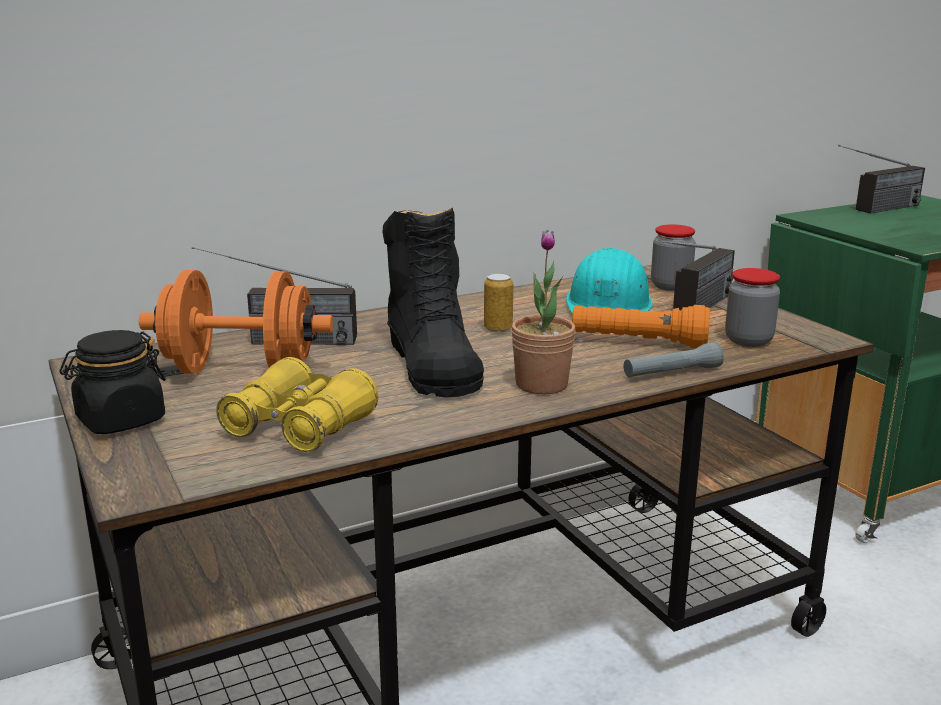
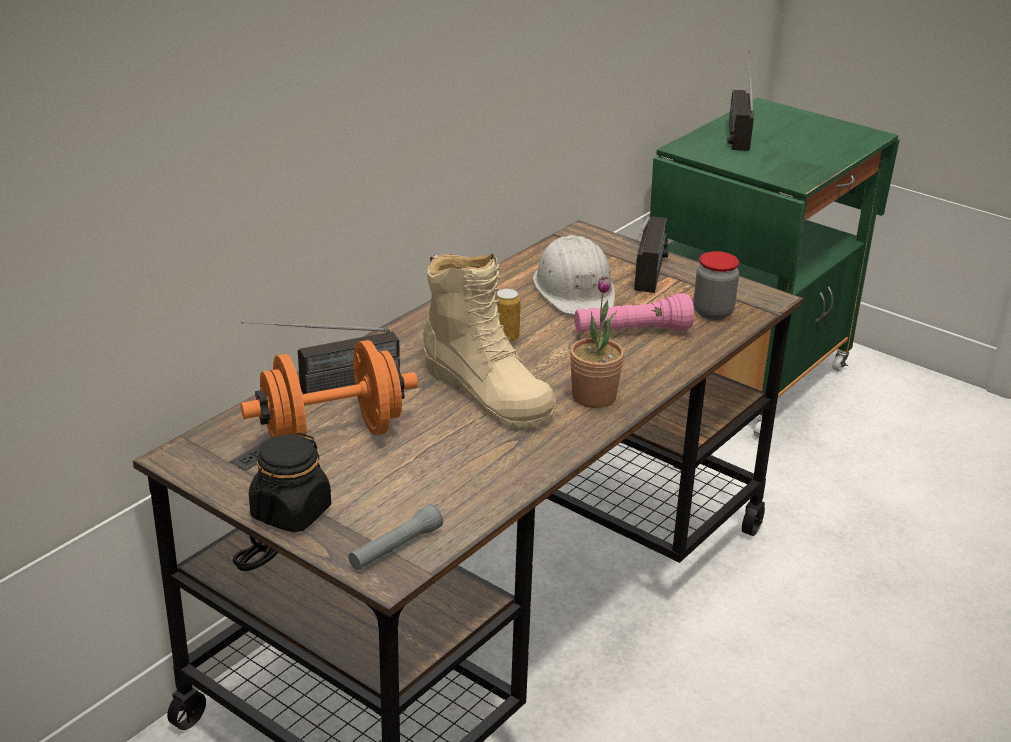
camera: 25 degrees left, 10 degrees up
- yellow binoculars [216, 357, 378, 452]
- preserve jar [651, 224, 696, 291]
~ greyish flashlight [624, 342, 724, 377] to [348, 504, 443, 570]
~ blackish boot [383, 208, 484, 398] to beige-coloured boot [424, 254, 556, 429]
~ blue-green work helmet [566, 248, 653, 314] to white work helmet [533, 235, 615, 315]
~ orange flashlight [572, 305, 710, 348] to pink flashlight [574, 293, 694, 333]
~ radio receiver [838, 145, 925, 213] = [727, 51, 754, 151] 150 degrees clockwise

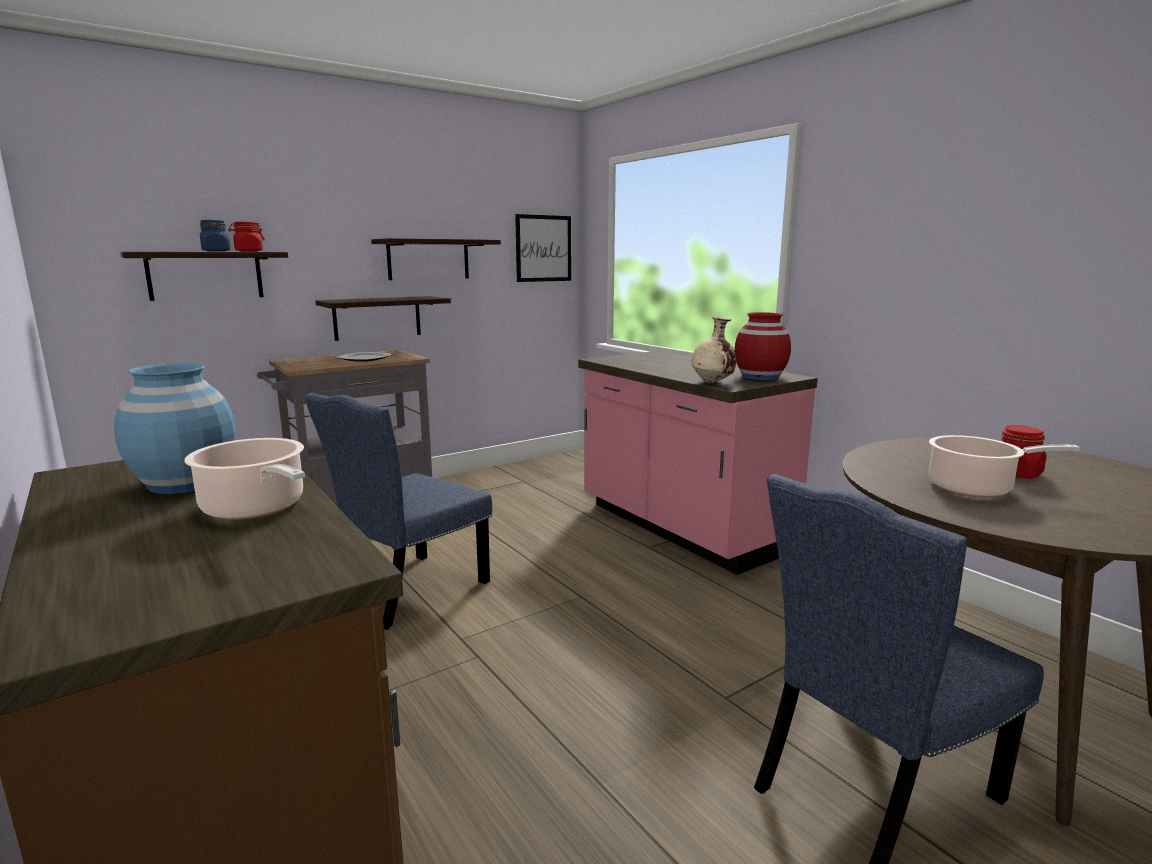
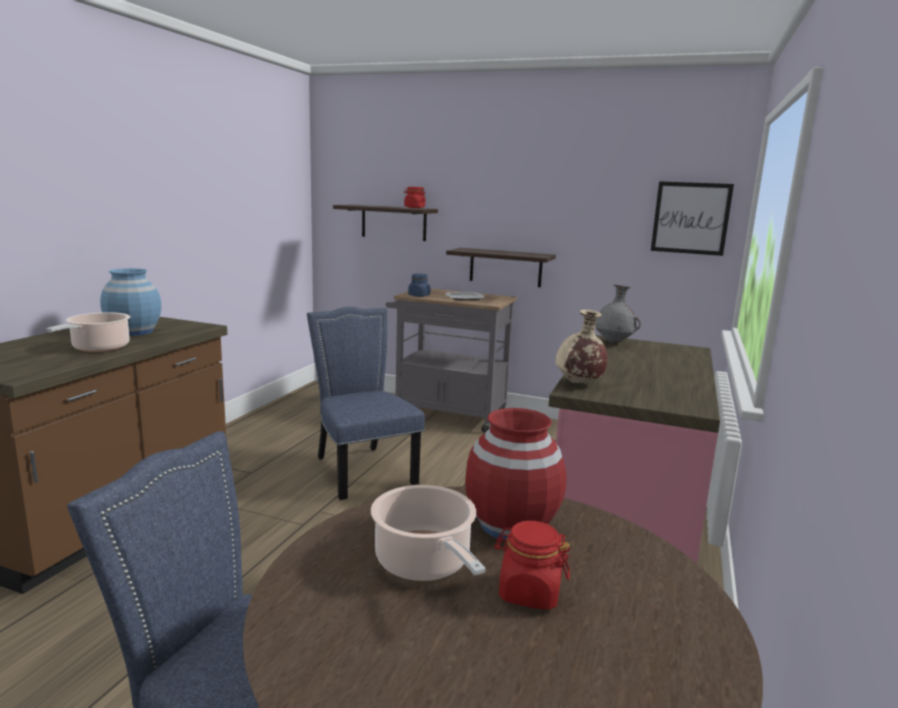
camera: 55 degrees right, 0 degrees up
- shelf [371, 238, 501, 280]
+ greyish decorative vase [595, 284, 641, 344]
~ bluish preserve jar [200, 220, 231, 252] to [408, 273, 430, 297]
~ red-coloured decorative vase [734, 312, 791, 380] to [465, 408, 566, 540]
~ bluish plain chair [305, 393, 493, 630] = [307, 307, 425, 500] 60 degrees clockwise

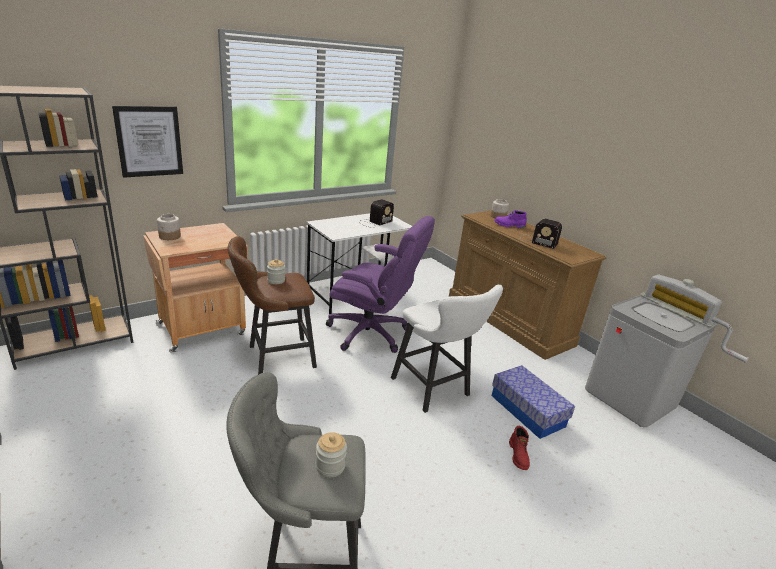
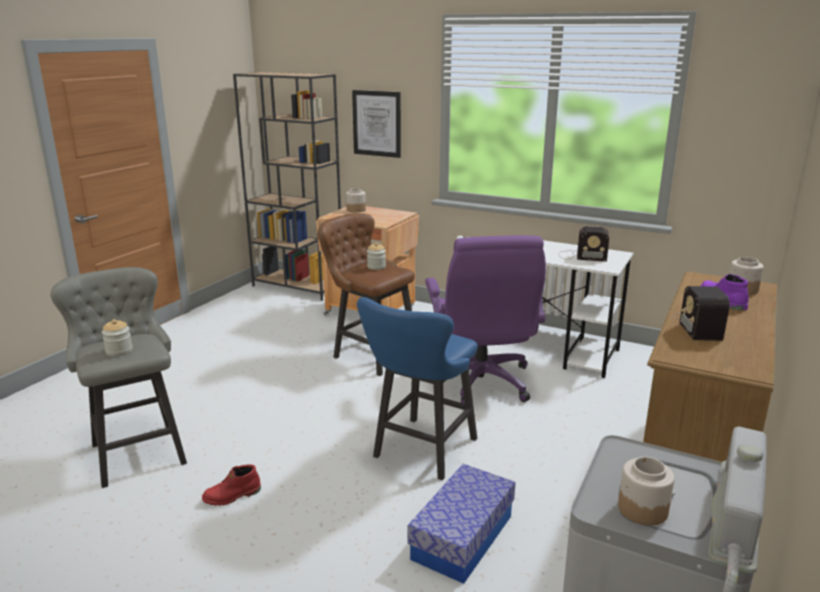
camera: 65 degrees right, 5 degrees down
+ preserve jar [618, 457, 675, 526]
~ red-coloured boot [509, 426, 530, 470] to [202, 464, 261, 506]
~ white stool [391, 285, 503, 413] to bluish stool [357, 297, 478, 480]

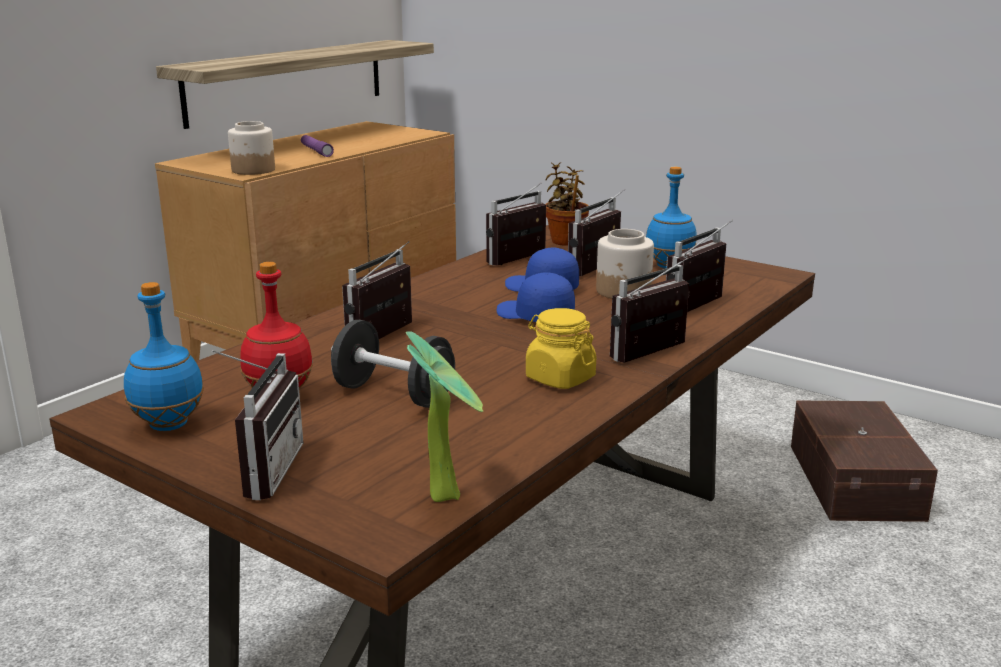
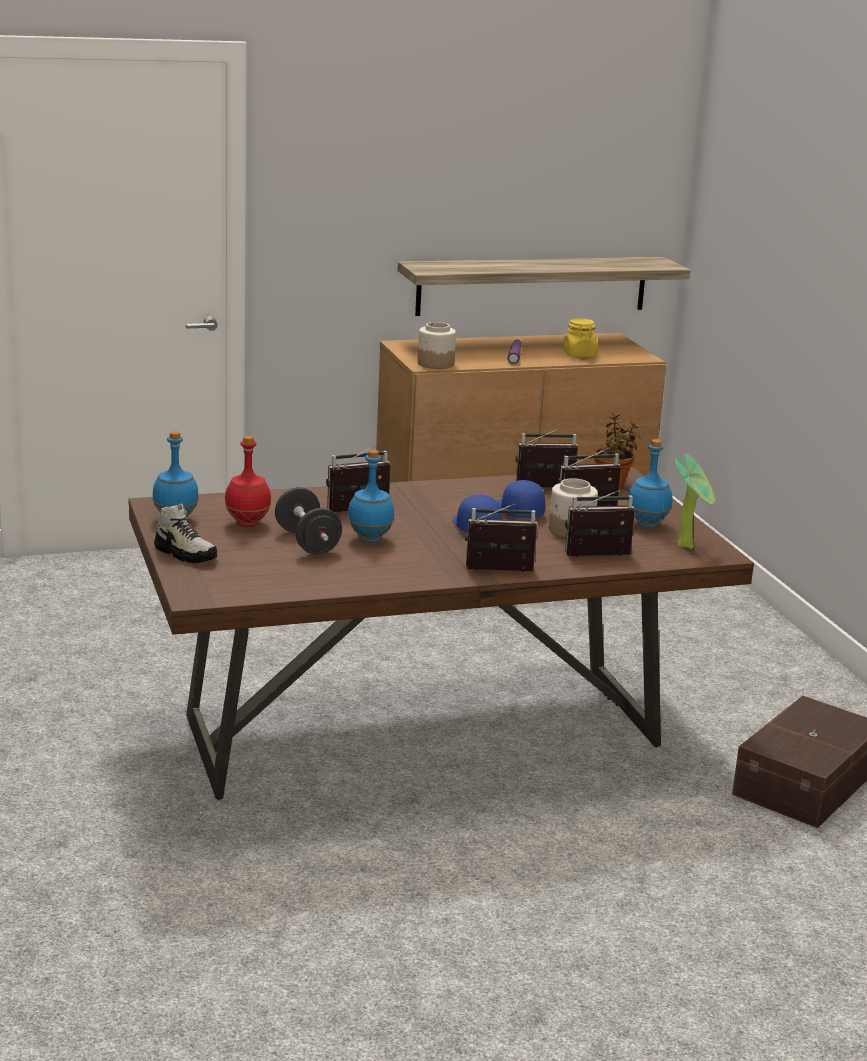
camera: 35 degrees right, 0 degrees up
+ bluish drink bottle [347, 450, 394, 542]
~ houseplant [406, 331, 483, 502] to [675, 454, 715, 549]
~ yellow preserve jar [526, 308, 596, 389] to [563, 318, 598, 358]
~ radio receiver [212, 350, 303, 500] to low shoe [154, 503, 217, 563]

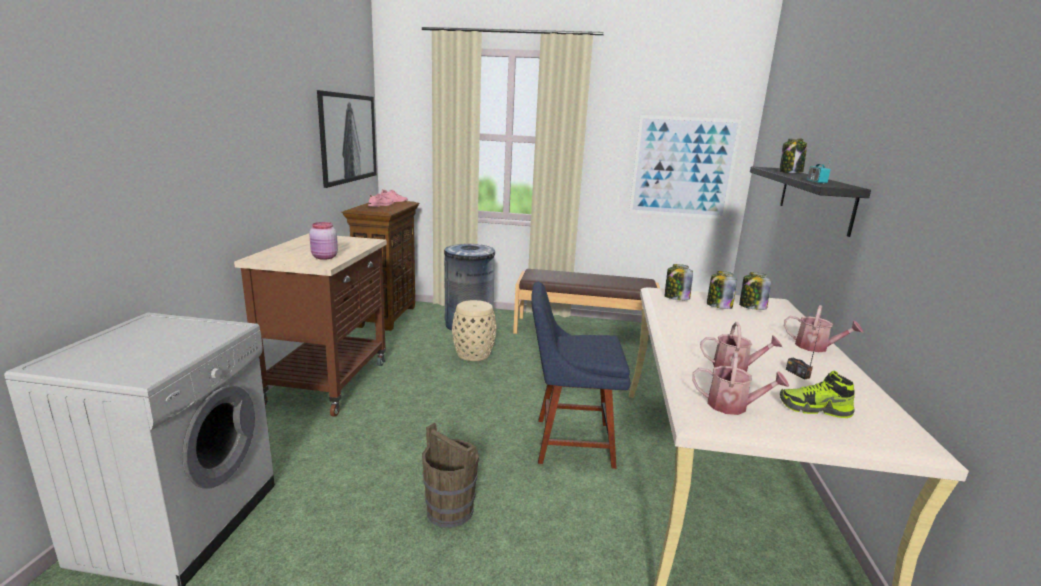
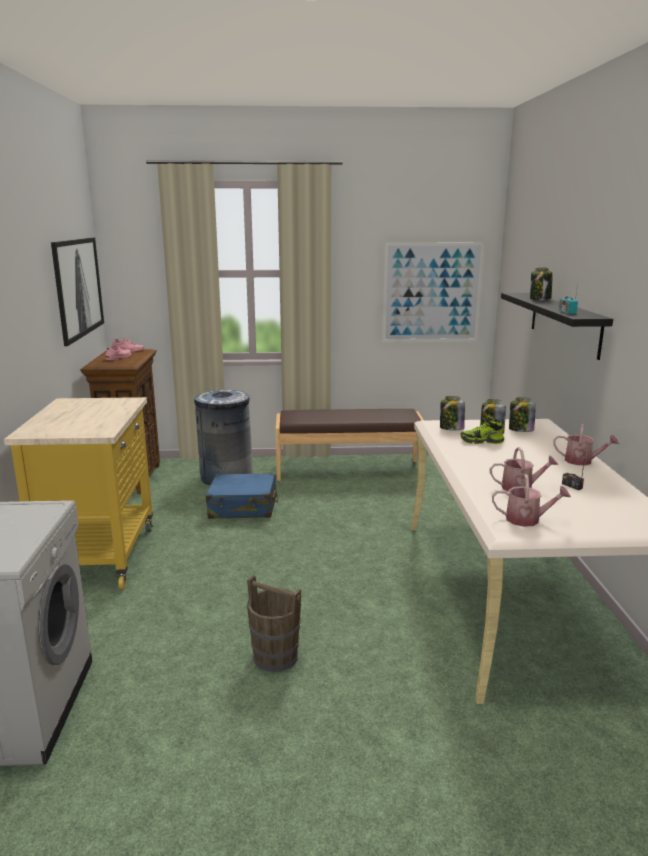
camera: 10 degrees left, 0 degrees up
- pink preserve jar [309, 222, 338, 260]
- bluish plain chair [531, 282, 630, 469]
~ low shoe [780, 371, 855, 418] to [460, 415, 504, 444]
~ beige-coloured stool [452, 300, 496, 361] to bluish suitcase [206, 473, 278, 519]
~ brownish trolley [234, 233, 387, 417] to yellow trolley [4, 397, 153, 589]

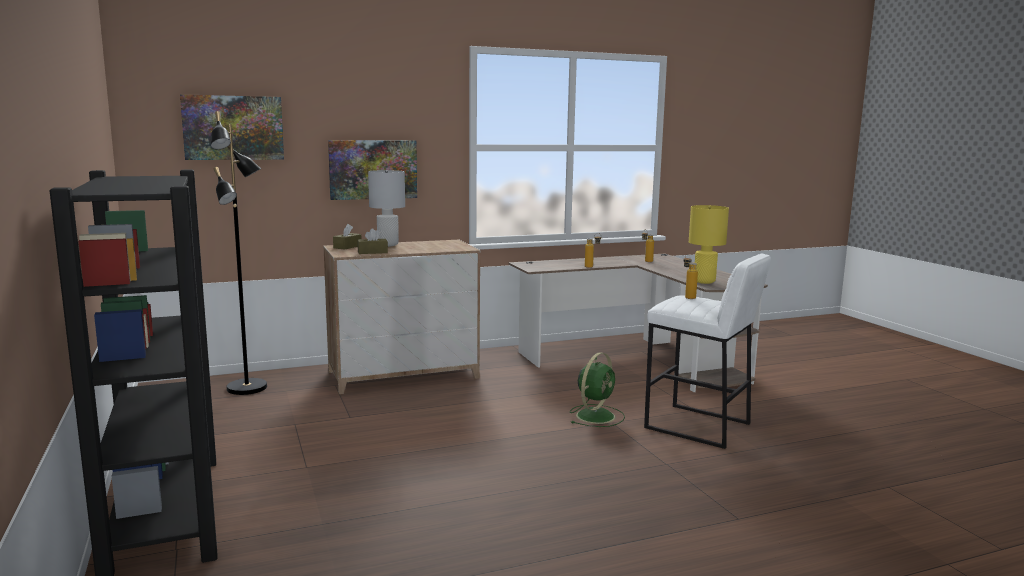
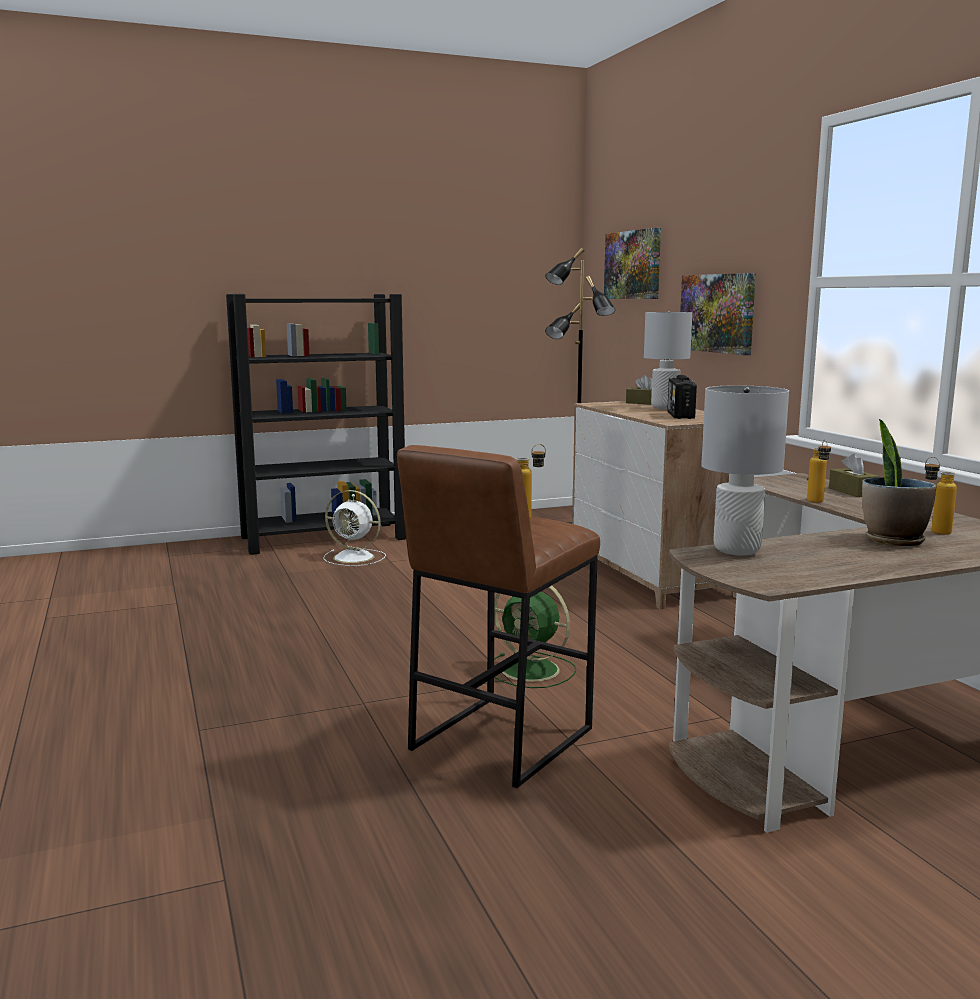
camera: 90 degrees right, 0 degrees up
+ white cooling fan [323, 490, 386, 566]
+ radio receiver [667, 375, 697, 419]
+ houseplant [862, 419, 936, 546]
~ brownish tissue holder [357, 228, 388, 254] to [829, 454, 880, 497]
~ white stool [644, 253, 771, 449] to brownish stool [397, 445, 600, 788]
~ yellow table lamp [689, 205, 729, 284] to greyish table lamp [701, 385, 789, 555]

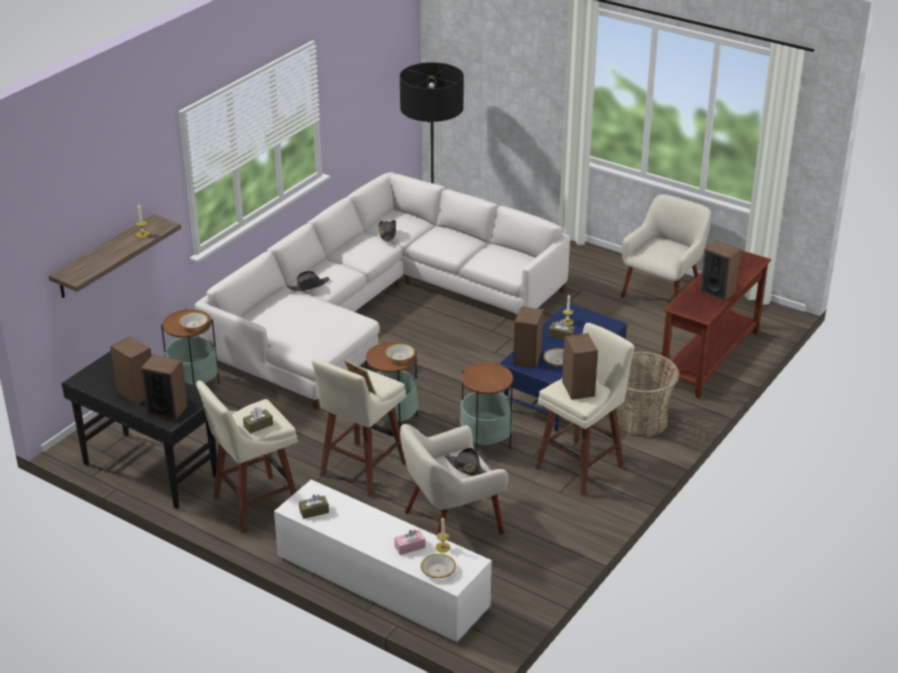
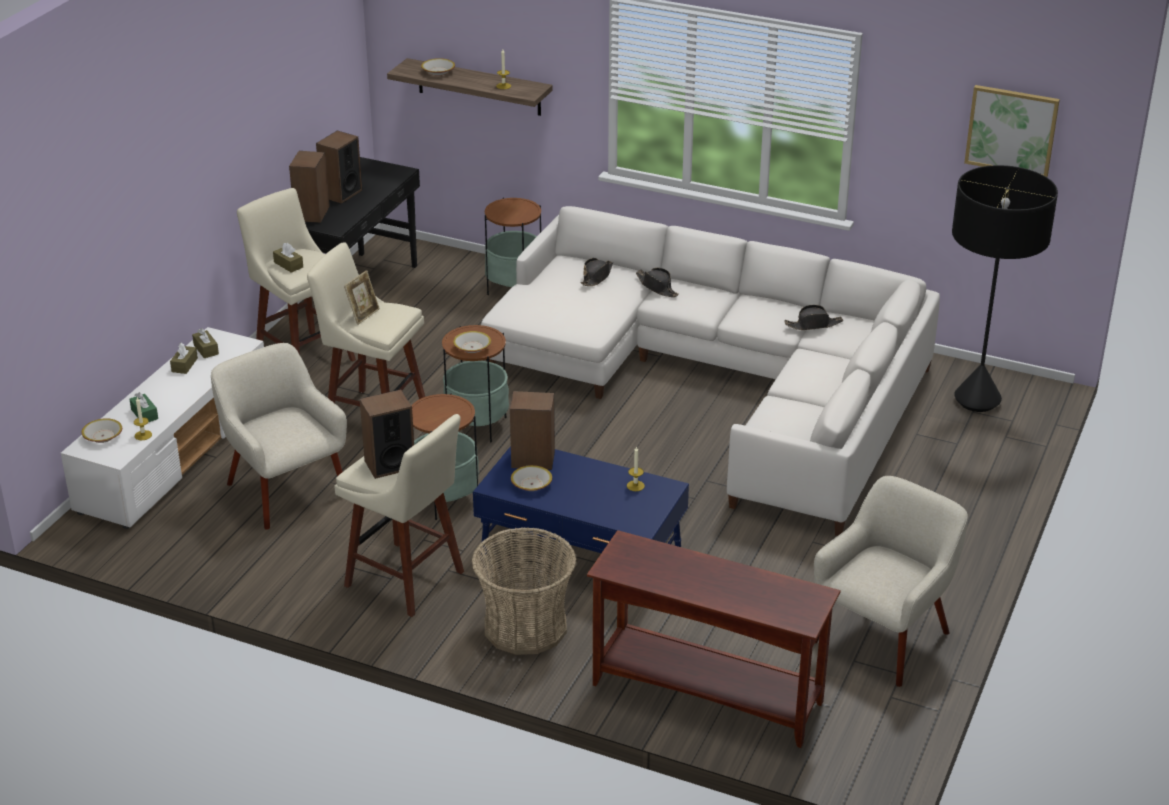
camera: 80 degrees right, 0 degrees up
- loudspeaker [700, 240, 742, 302]
+ wall picture [964, 85, 1060, 177]
~ serving bowl [179, 312, 209, 330] to [421, 58, 455, 76]
~ blackish clothing hat [445, 448, 487, 476] to [581, 258, 613, 286]
~ brownish tissue holder [549, 320, 575, 340] to [170, 343, 198, 374]
~ pink tissue holder [394, 530, 425, 555] to green tissue holder [129, 392, 158, 422]
~ beige-coloured lounge chair [621, 194, 711, 299] = [814, 476, 968, 687] 75 degrees counterclockwise

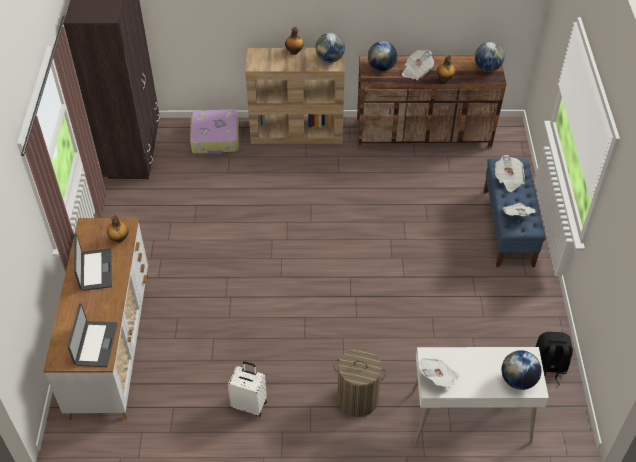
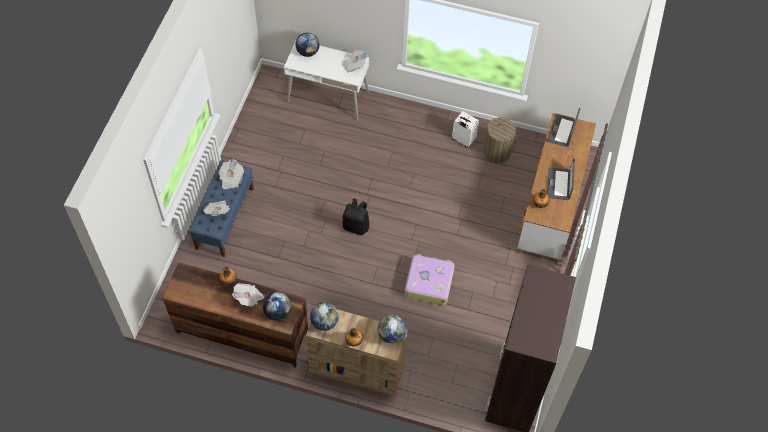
camera: 165 degrees left, 10 degrees up
~ suitcase [190, 109, 239, 154] to [405, 254, 455, 305]
~ laundry basket [333, 348, 386, 417] to [483, 117, 518, 164]
~ world globe [475, 42, 505, 72] to [378, 315, 406, 343]
~ blackish rucksack [535, 332, 573, 385] to [343, 198, 369, 235]

